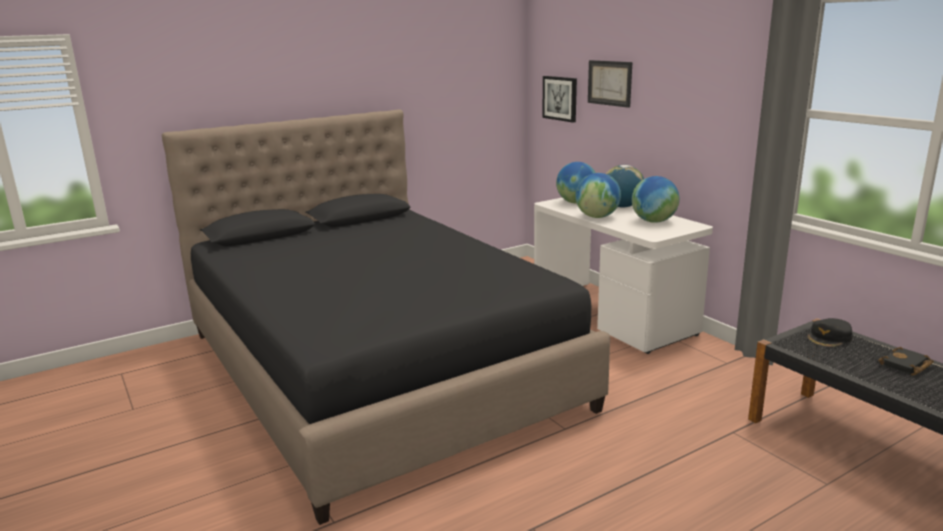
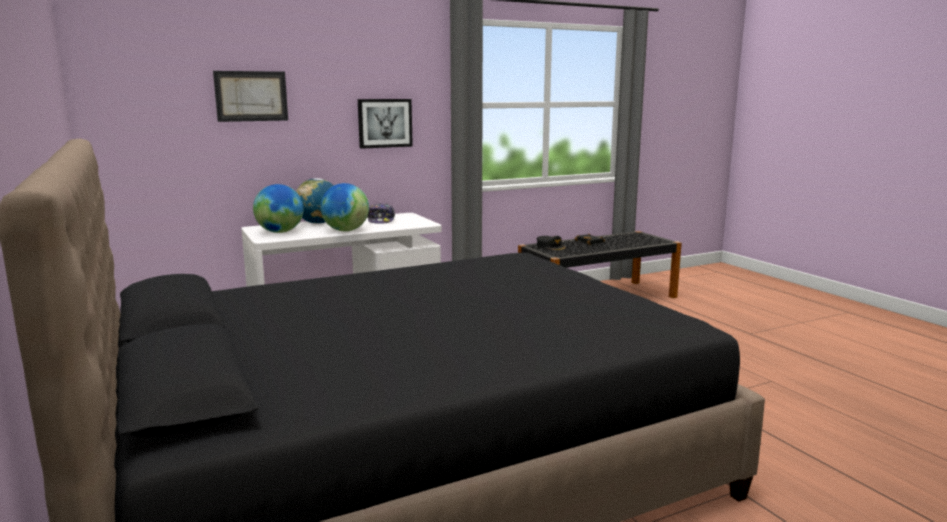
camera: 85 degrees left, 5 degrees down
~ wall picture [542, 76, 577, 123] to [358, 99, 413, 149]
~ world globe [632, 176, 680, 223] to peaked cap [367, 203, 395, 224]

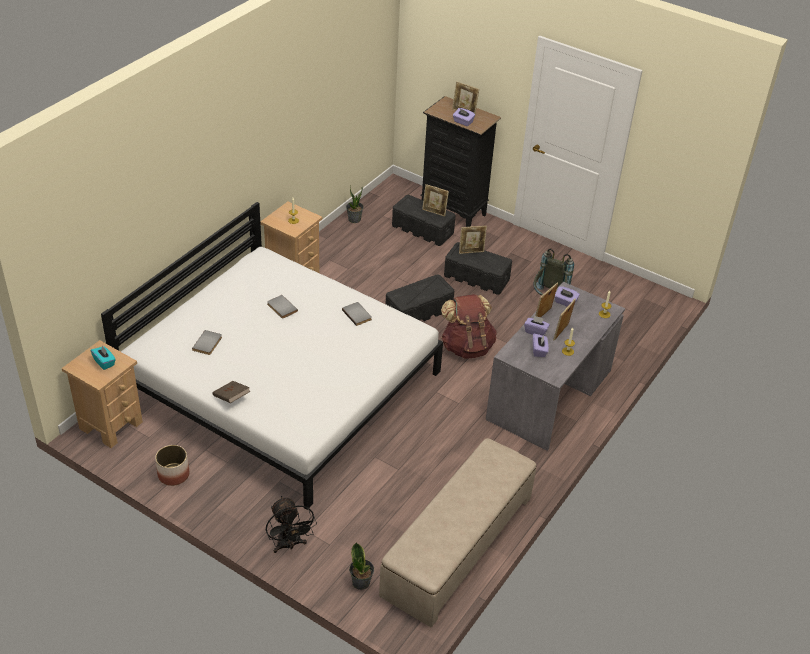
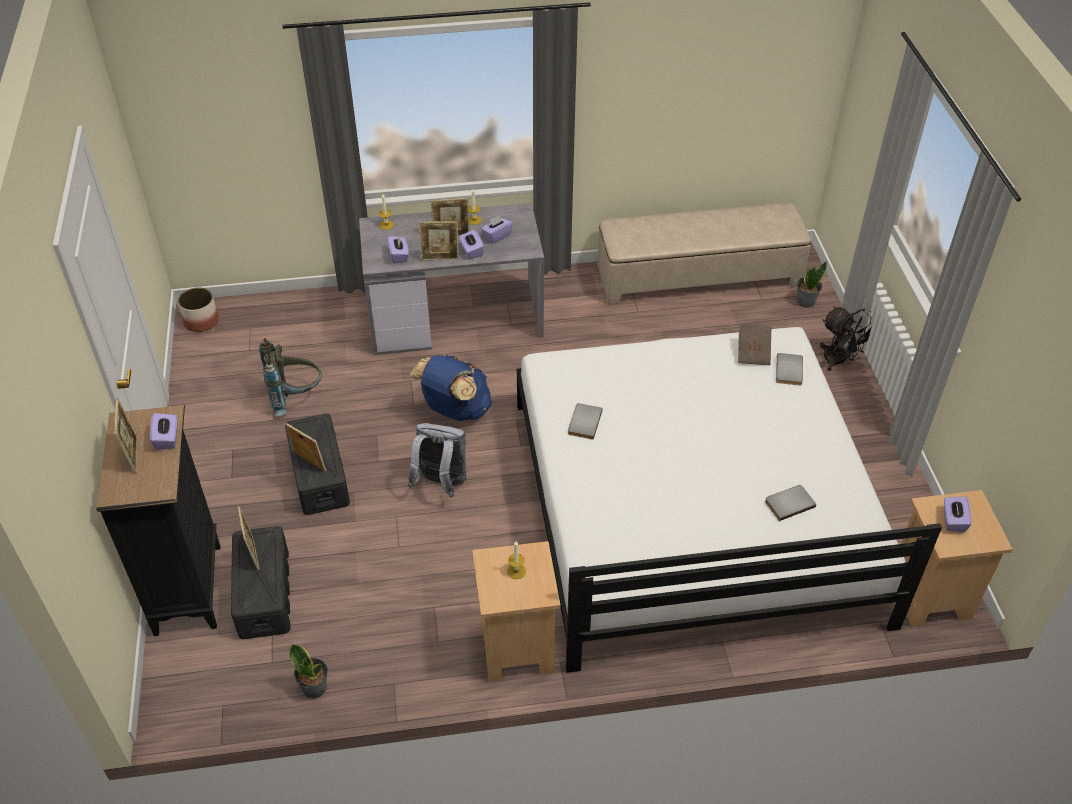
camera: 130 degrees left, 5 degrees up
~ flower pot [155, 445, 189, 486] to [178, 287, 219, 332]
~ brownish bound book [213, 381, 251, 403] to [738, 324, 771, 365]
~ greyish bound book [267, 295, 298, 319] to [776, 353, 803, 385]
~ blackish storage box [386, 274, 454, 321] to greyish rucksack [408, 423, 466, 497]
~ blue-green tissue holder [91, 345, 116, 370] to purple tissue holder [944, 497, 971, 532]
~ brownish rucksack [441, 294, 497, 359] to bluish rucksack [410, 355, 492, 421]
~ blackish cooling fan [266, 496, 317, 553] = [819, 306, 872, 371] 120 degrees clockwise

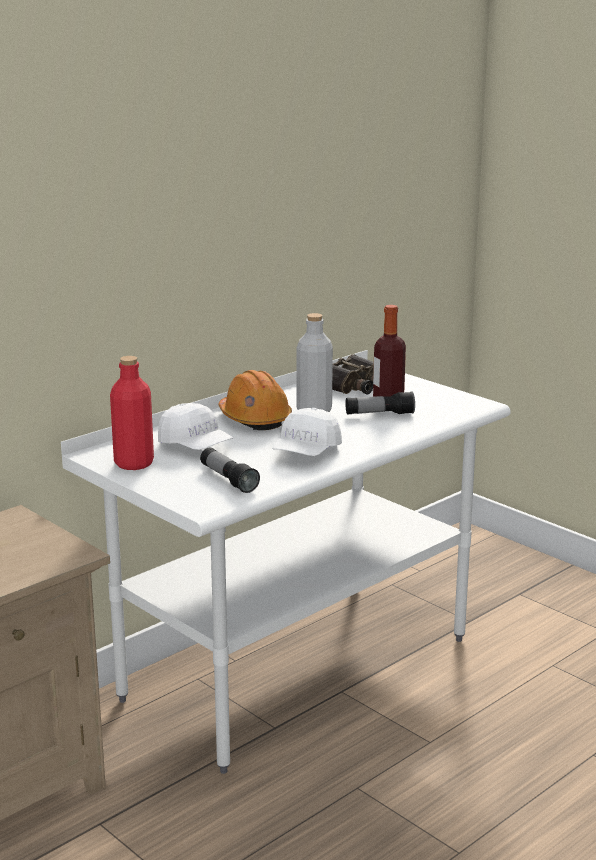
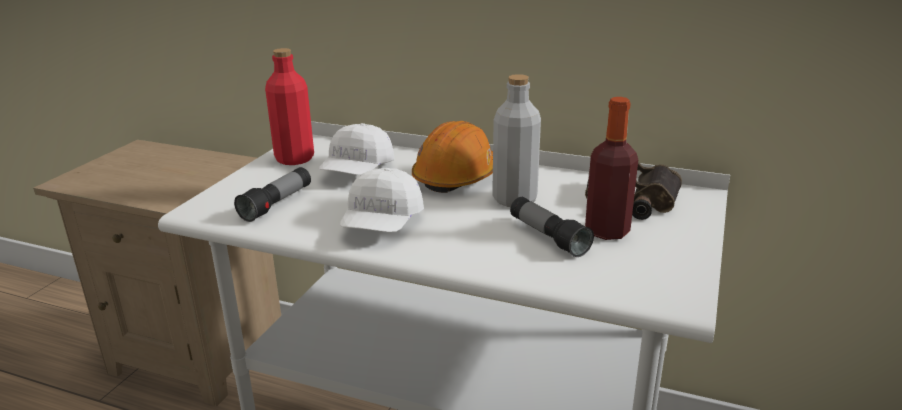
camera: 65 degrees right, 5 degrees up
~ white peaked cap [272, 408, 342, 456] = [340, 168, 424, 232] 75 degrees counterclockwise

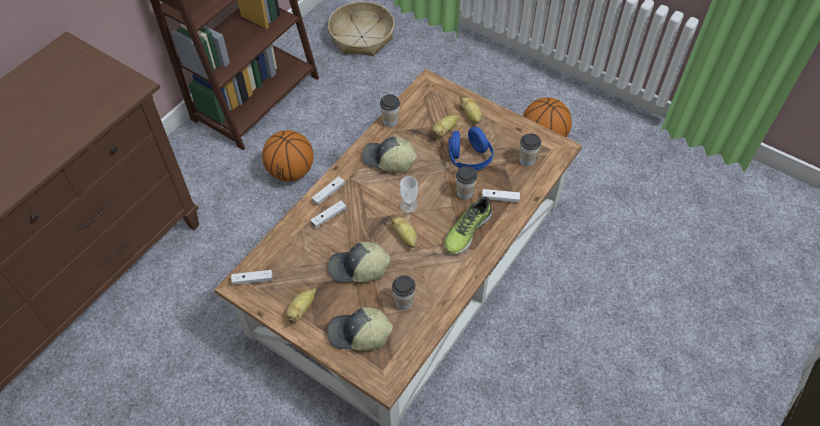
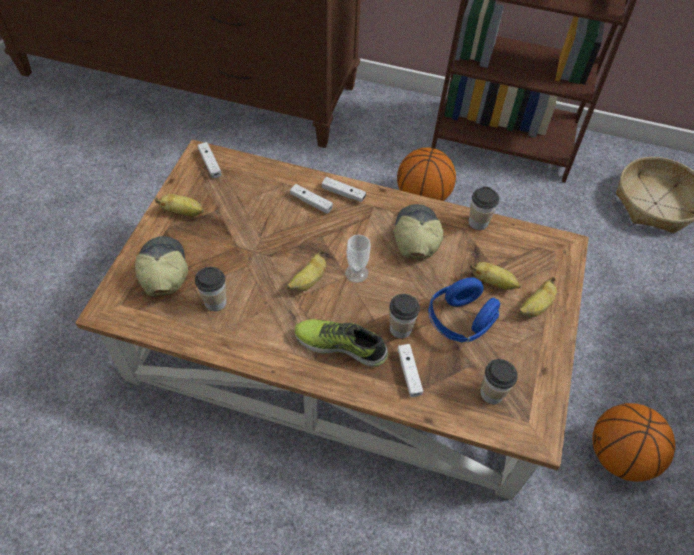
camera: 70 degrees right, 0 degrees up
- peaked cap [328, 242, 391, 282]

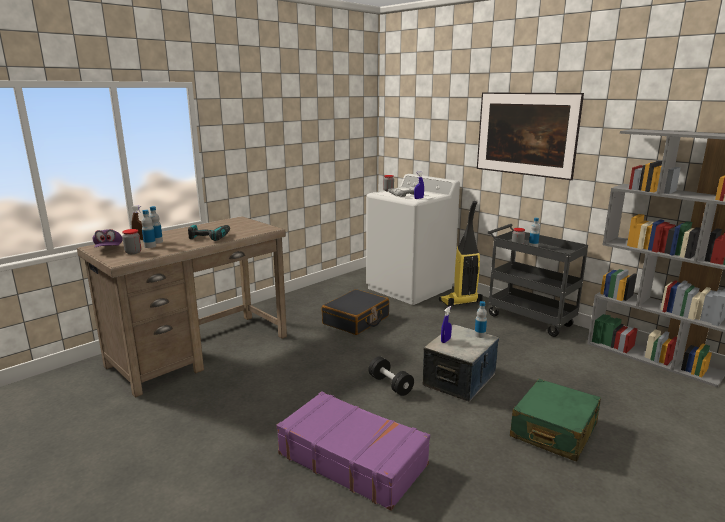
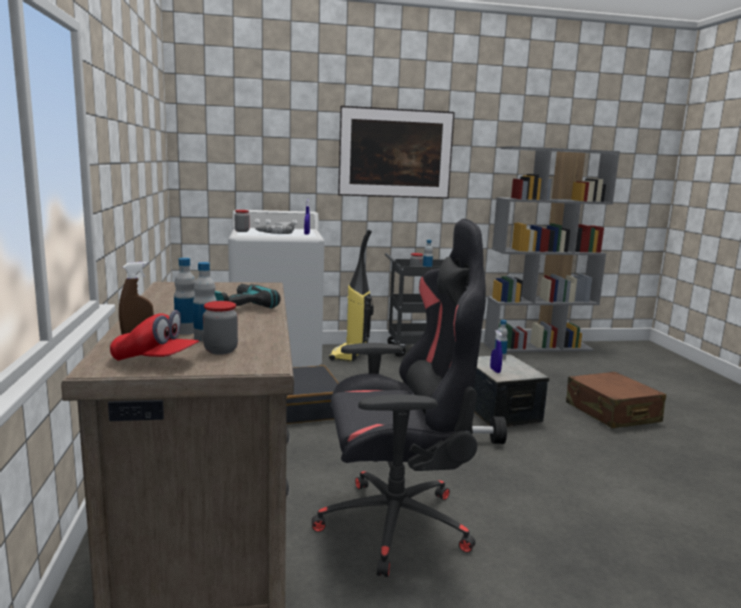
camera: 55 degrees left, 5 degrees down
- purple suitcase [276, 391, 430, 511]
+ blackish office chair [312, 219, 486, 577]
~ purple peaked cap [92, 229, 123, 247] to red-coloured peaked cap [110, 310, 199, 361]
~ green suitcase [510, 379, 601, 462] to brownish suitcase [566, 372, 666, 428]

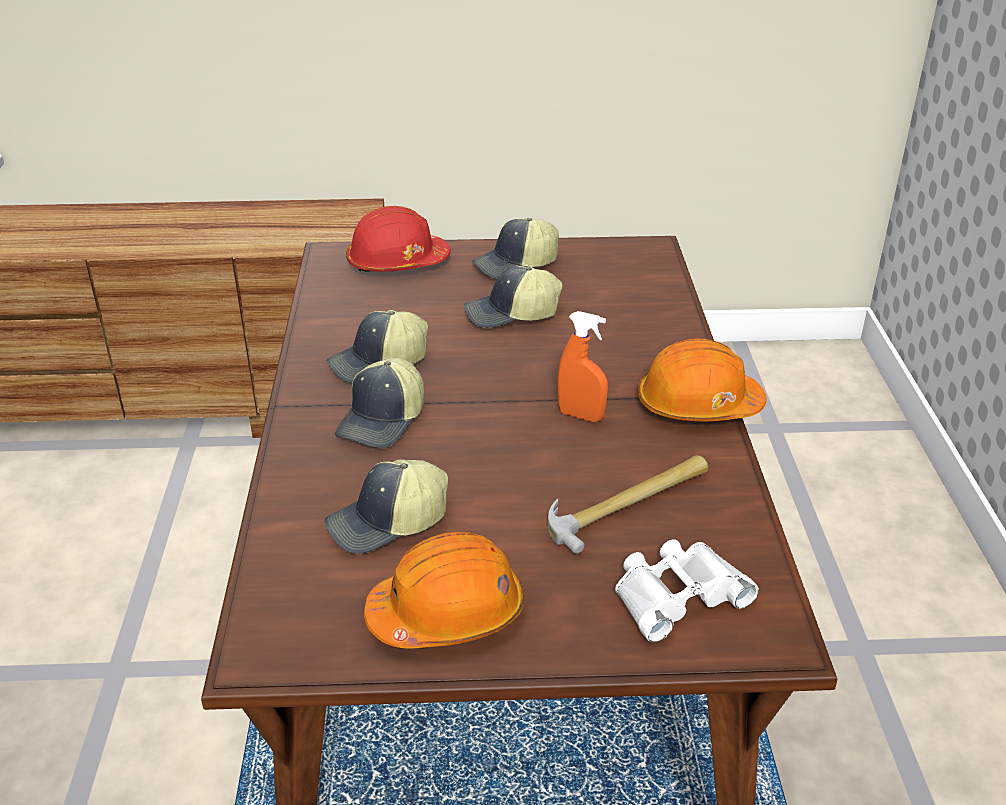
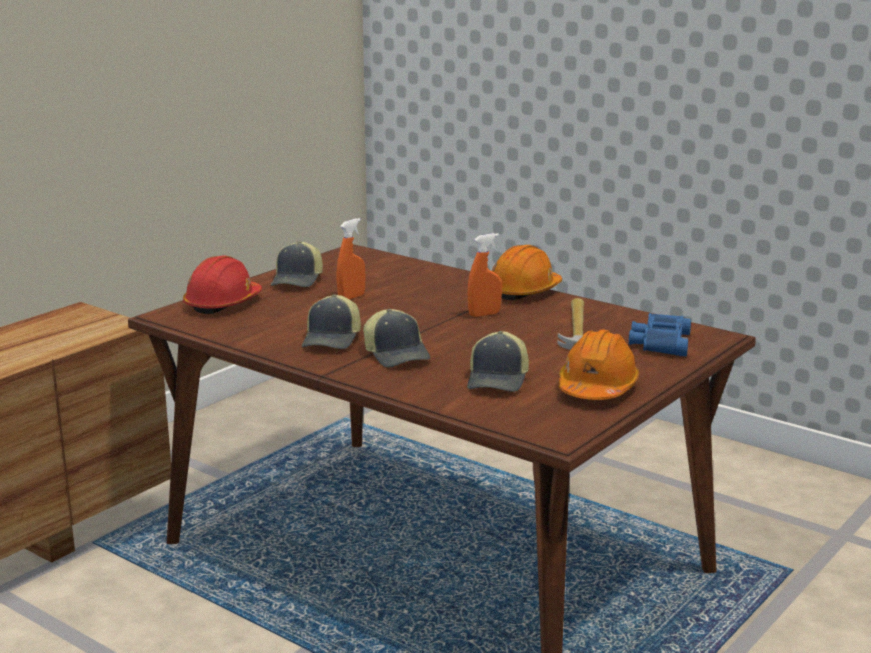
camera: 50 degrees left, 15 degrees down
~ peaked cap [464, 266, 563, 328] to orange hand sprayer [336, 218, 365, 300]
~ white binoculars [615, 539, 759, 642] to bluish binoculars [629, 313, 691, 356]

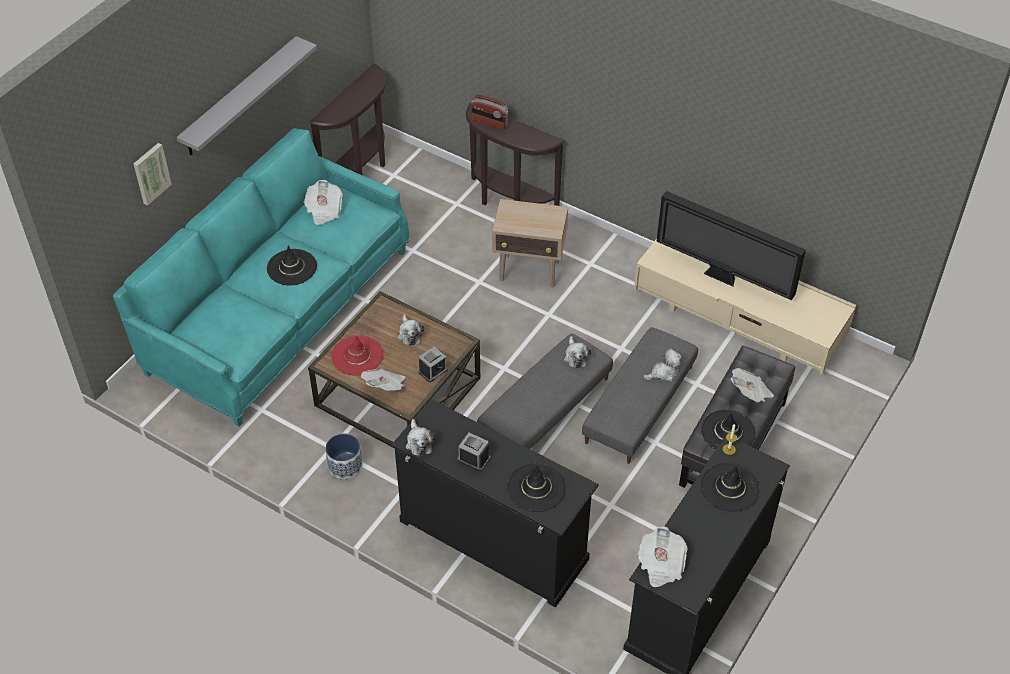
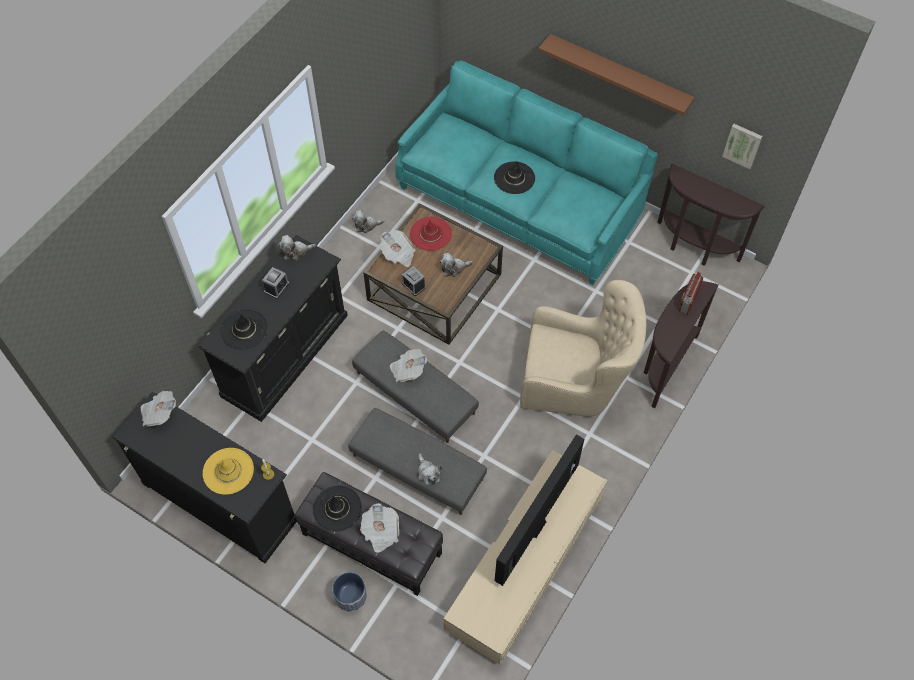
camera: 90 degrees right, 10 degrees up
~ wall picture [134, 143, 172, 205] to [722, 124, 762, 169]
~ printed paper [304, 180, 343, 225] to [390, 349, 427, 382]
~ flower pot [325, 433, 362, 479] to [333, 572, 367, 612]
~ cuddly toy [564, 336, 591, 368] to [352, 210, 385, 233]
~ beige-coloured side table [492, 199, 568, 288] to beige-coloured lounge chair [520, 280, 646, 417]
~ greyish shelf [177, 36, 317, 155] to brownish shelf [538, 34, 695, 115]
~ blackish clothing hat [700, 462, 760, 512] to yellow clothing hat [203, 448, 254, 495]

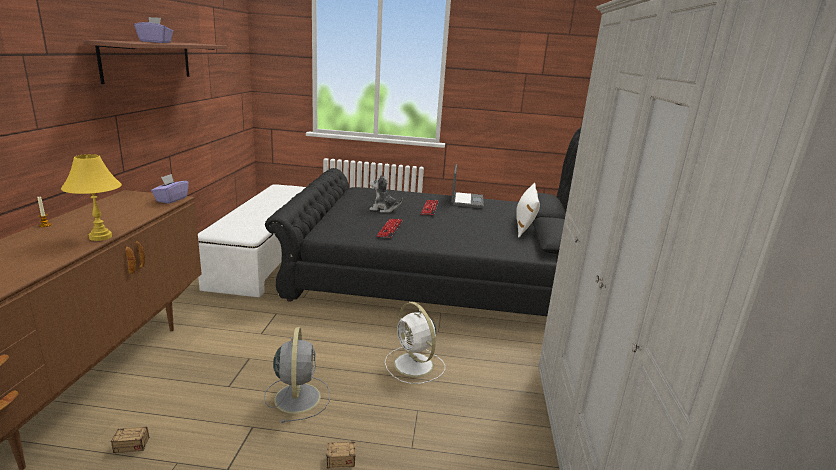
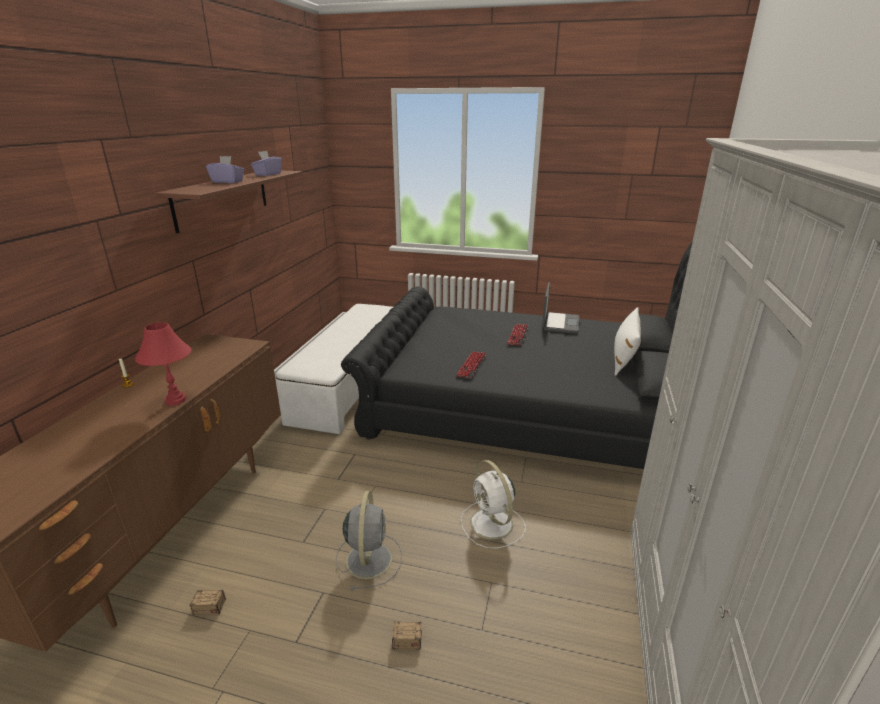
camera: 10 degrees right, 5 degrees up
- cuddly toy [369, 174, 403, 213]
~ purple tissue holder [151, 174, 189, 204] to [251, 151, 282, 176]
~ yellow table lamp [61, 154, 122, 241] to red-coloured table lamp [135, 322, 192, 406]

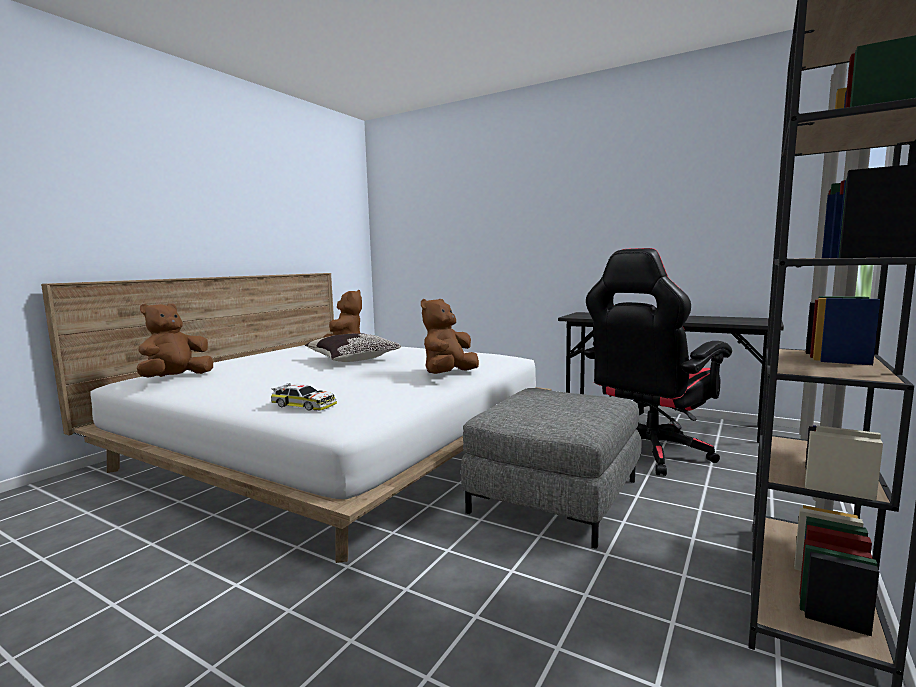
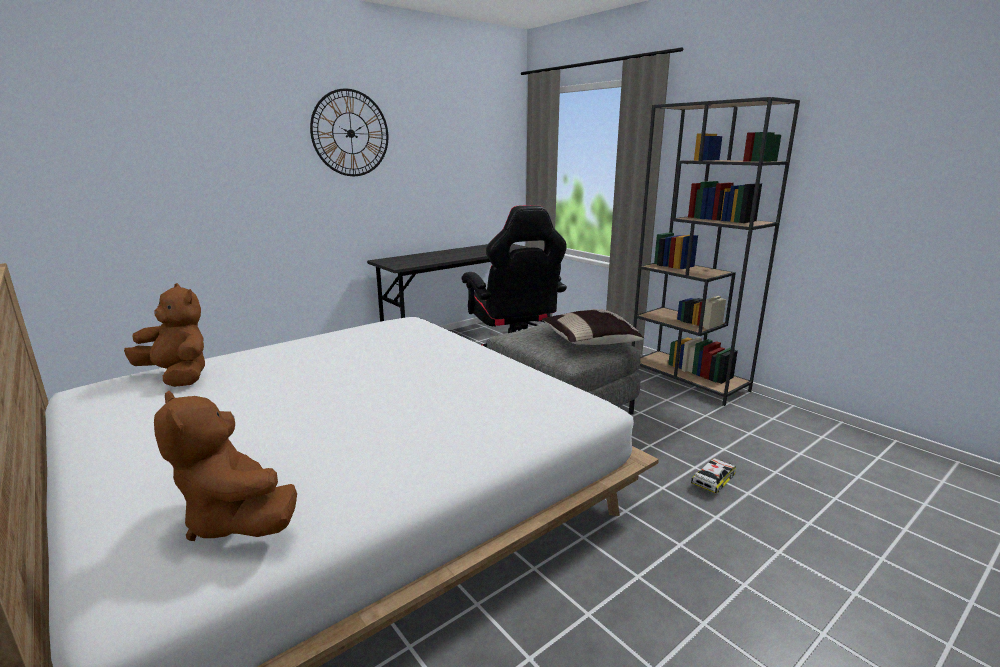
camera: 70 degrees left, 10 degrees up
- brownish cuddly toy [421, 299, 479, 374]
+ hanging clock [310, 89, 388, 176]
~ model car [271, 383, 337, 411] to [691, 458, 736, 494]
~ cushion [305, 333, 401, 362] to [542, 309, 644, 345]

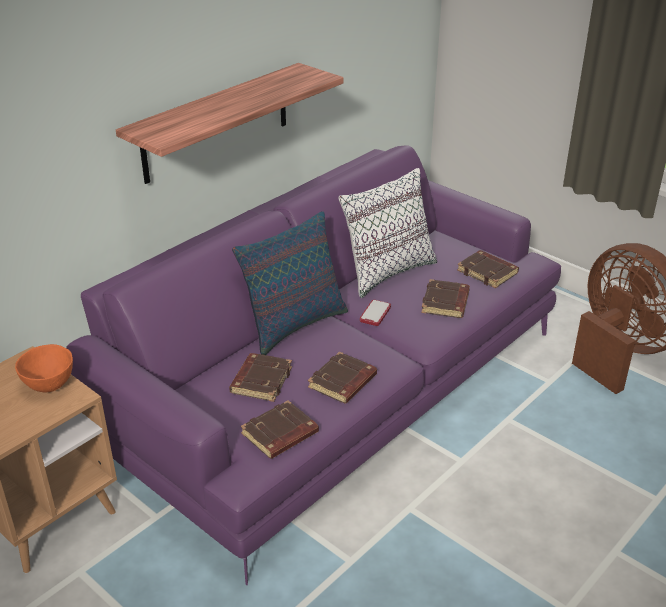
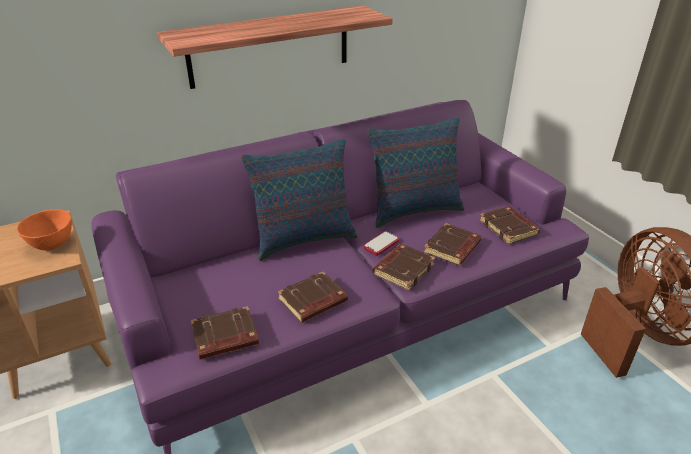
camera: 20 degrees right, 0 degrees up
~ brownish bound book [229, 353, 292, 402] to [373, 244, 435, 291]
~ white cushion [338, 168, 437, 298] to bluish cushion [367, 117, 464, 228]

